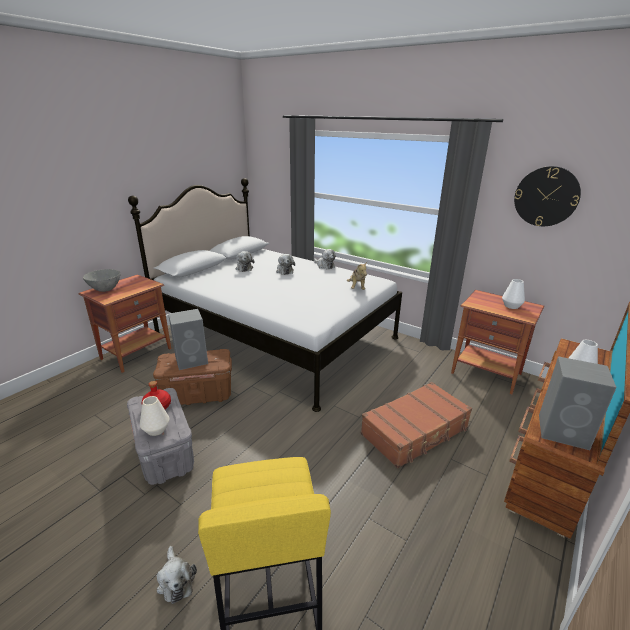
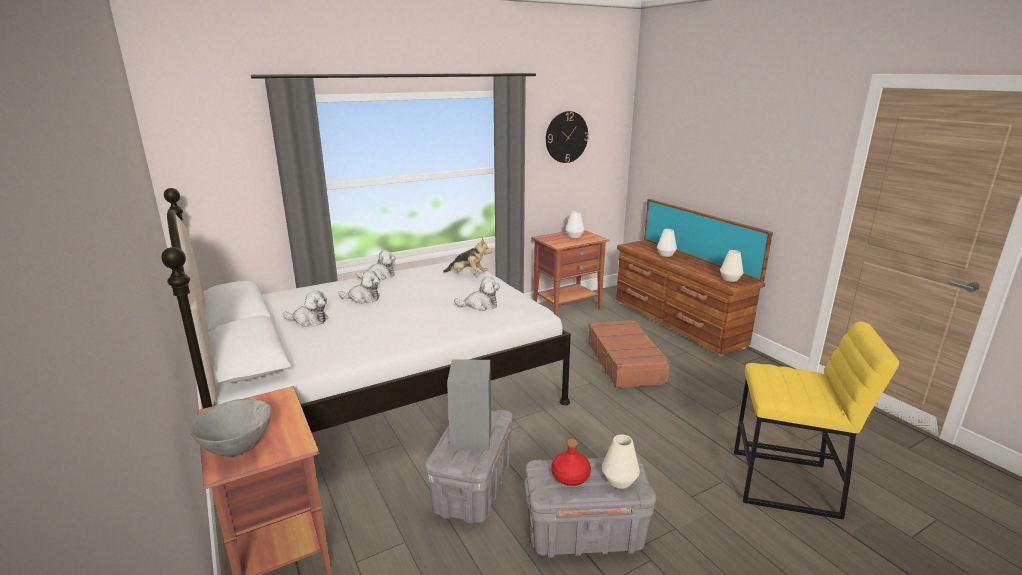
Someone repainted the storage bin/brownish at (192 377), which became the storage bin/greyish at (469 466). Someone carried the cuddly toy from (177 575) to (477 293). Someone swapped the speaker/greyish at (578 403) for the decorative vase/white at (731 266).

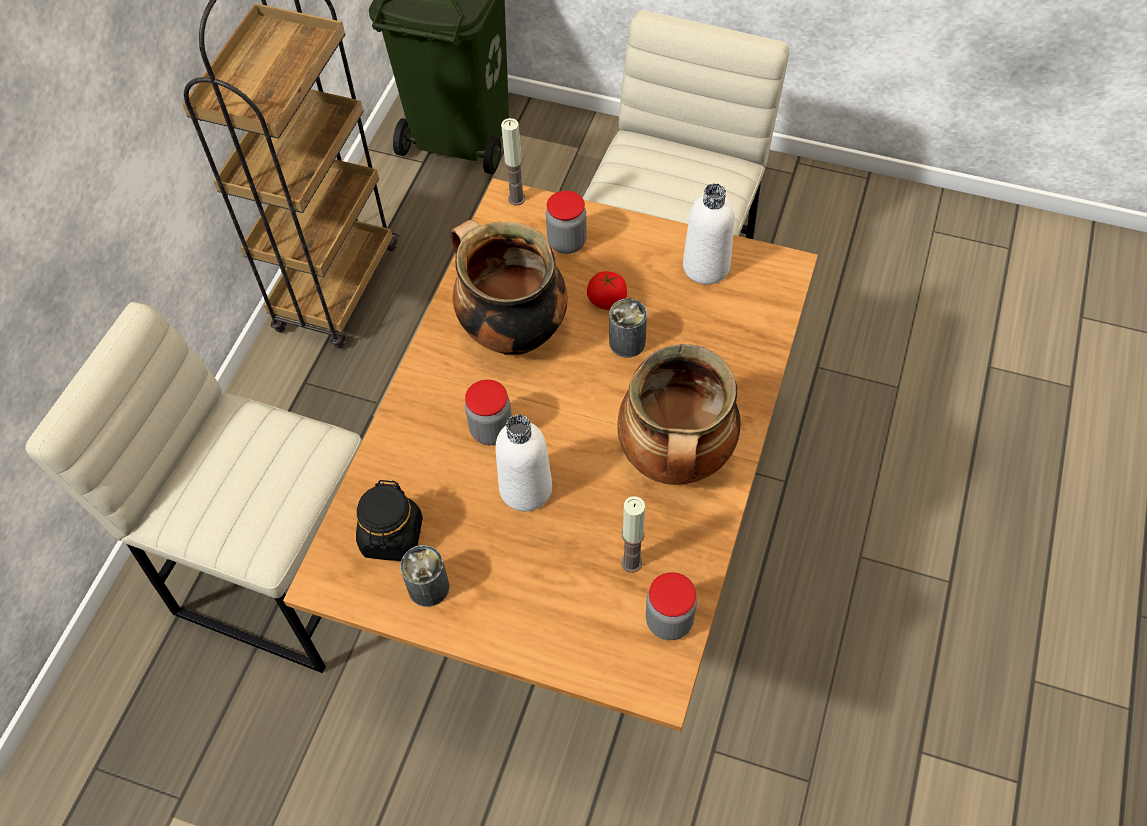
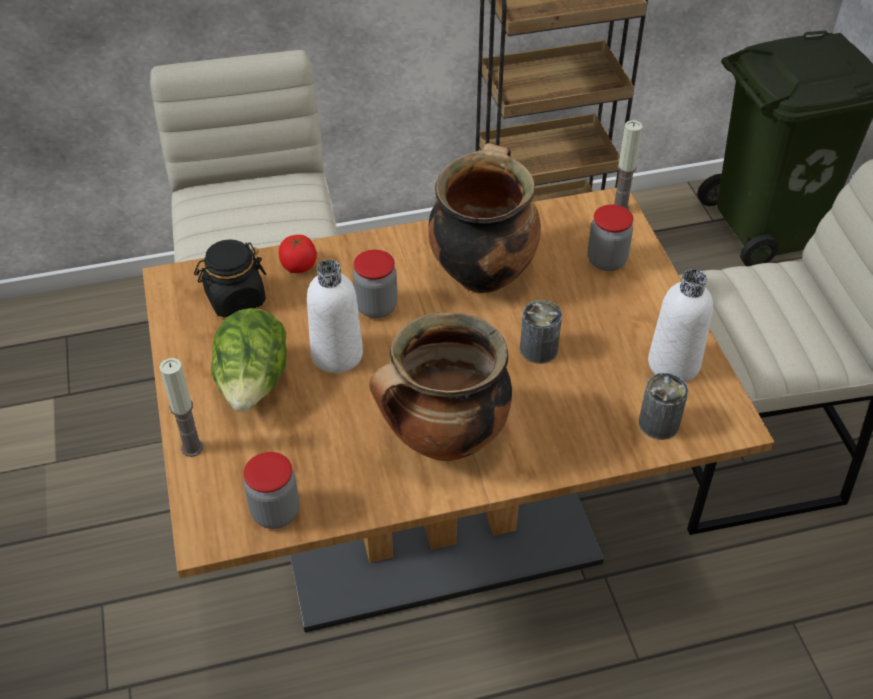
Someone carried the can from (424 576) to (663 406). Someone carried the whole tomato from (607 290) to (298 254). Someone carried the candle from (633 534) to (181 407). Someone put down the lettuce head at (249 360).

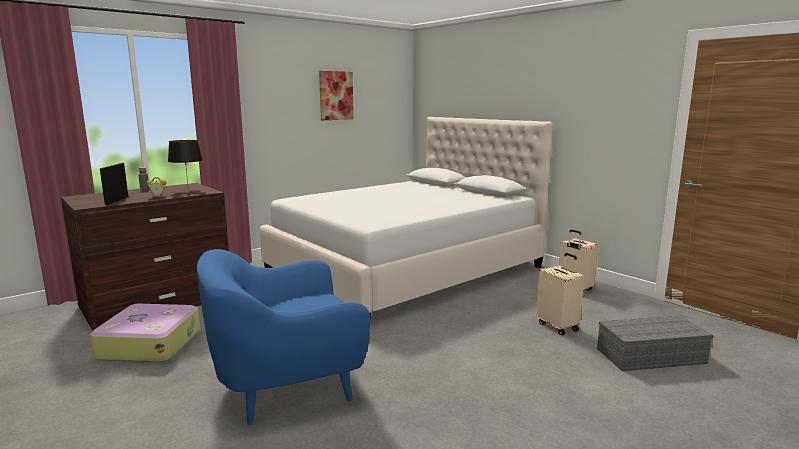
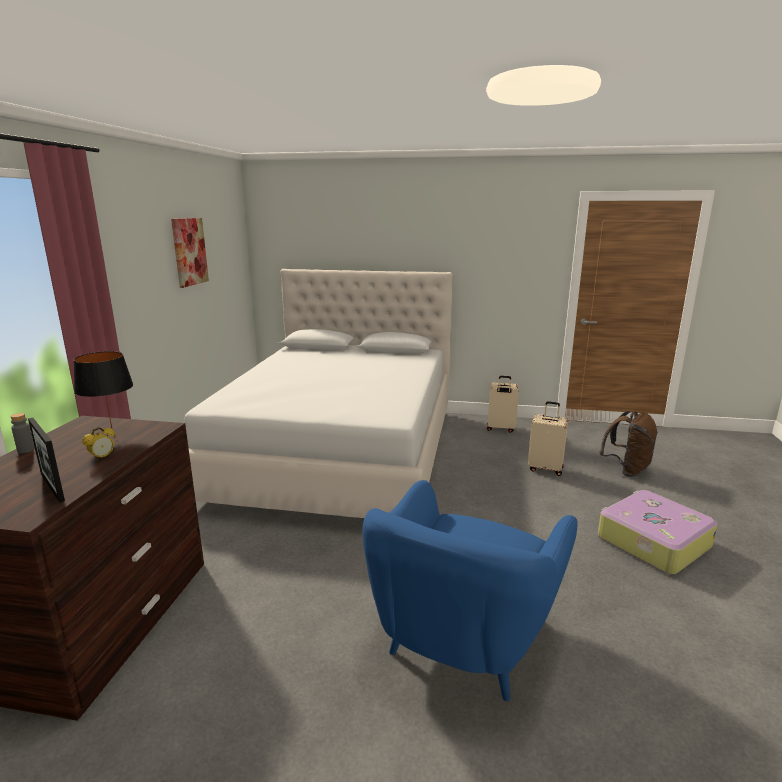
Someone carried the travel case from (145 333) to (658 532). Someone swapped the storage bin/greyish at (655 343) for the rucksack/brownish at (629 444).

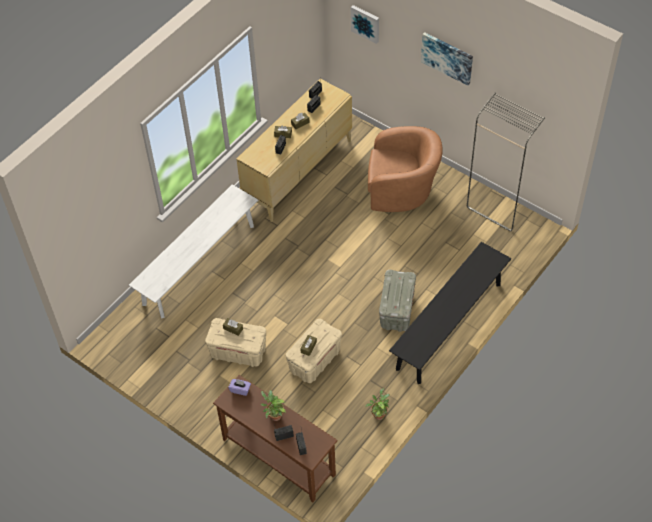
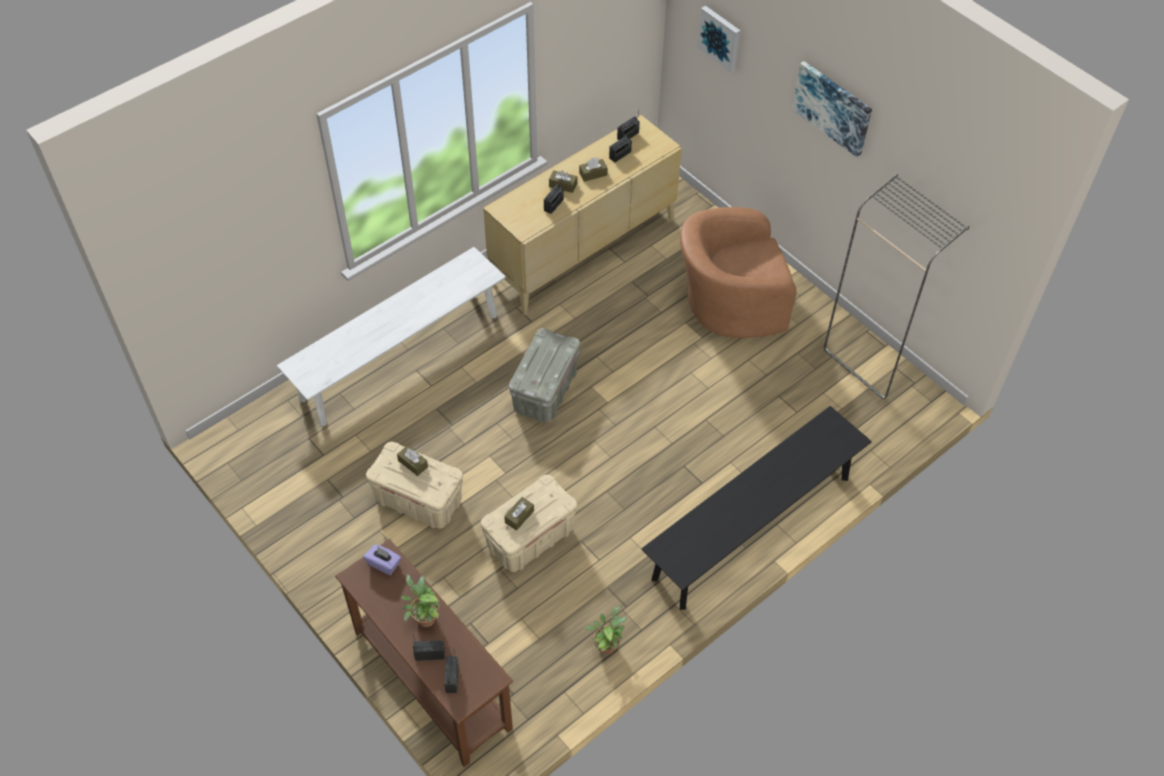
Someone rotated the lounge chair/brownish at (405 169) by 150 degrees clockwise. Someone carried the storage bin/greyish from (397 301) to (544 375).

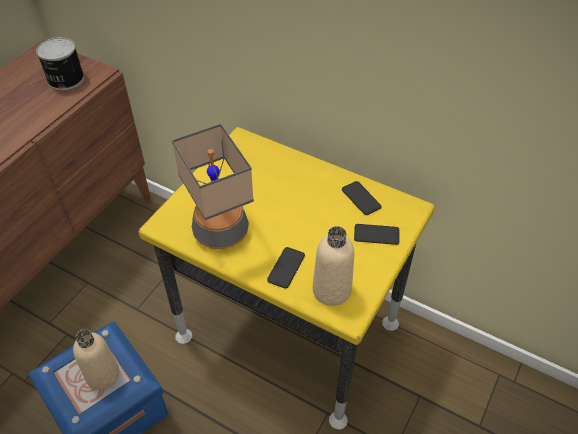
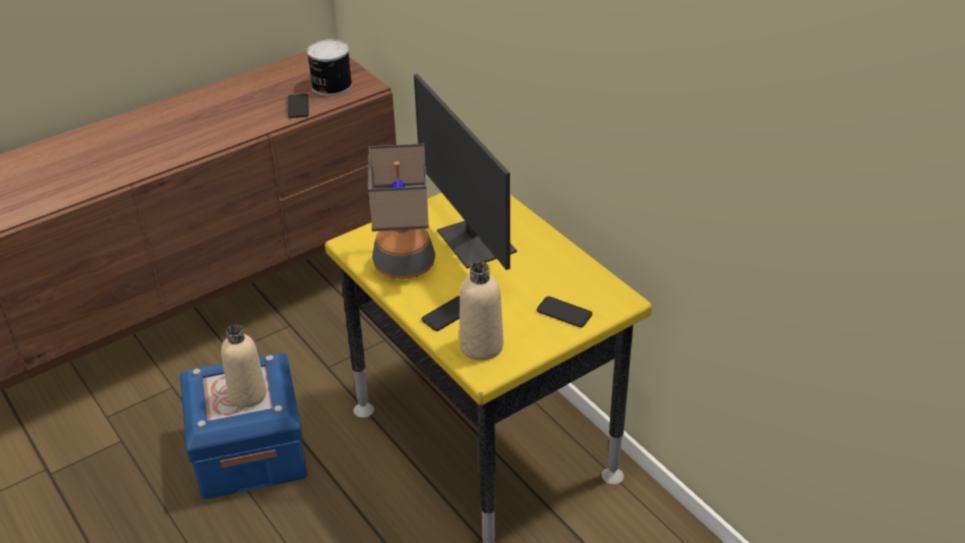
Someone carried the phone from (362 198) to (298 106). Someone put down the computer screen at (465 172).

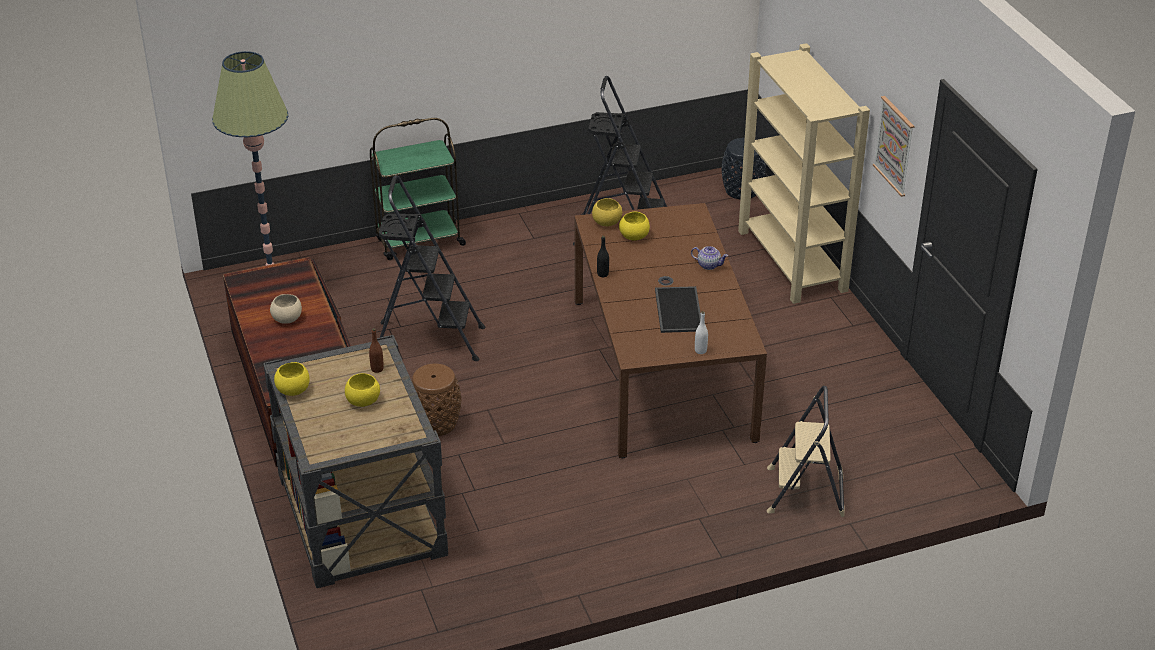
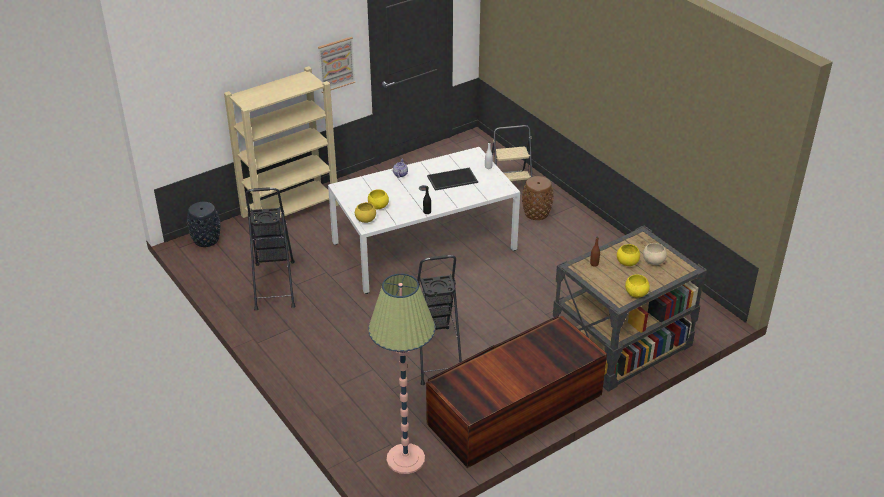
Someone carried the bowl/beige from (286 309) to (655 254). Someone took away the cart/greenish at (418 189). Someone carried the stool/brownish from (436 400) to (538 198). Someone repainted the kitchen table/brownish at (670 331), which became the kitchen table/white at (424 220).

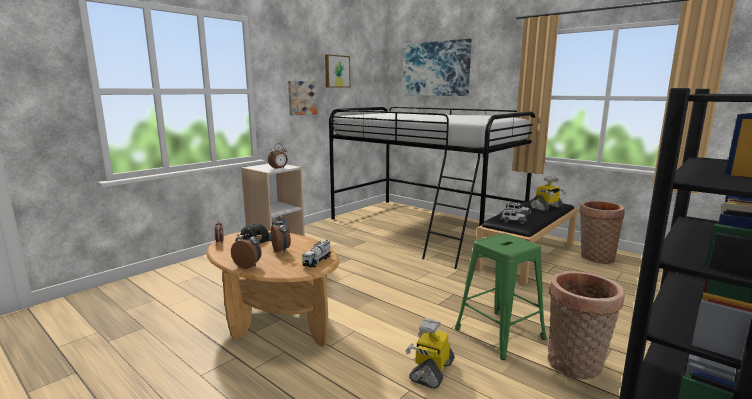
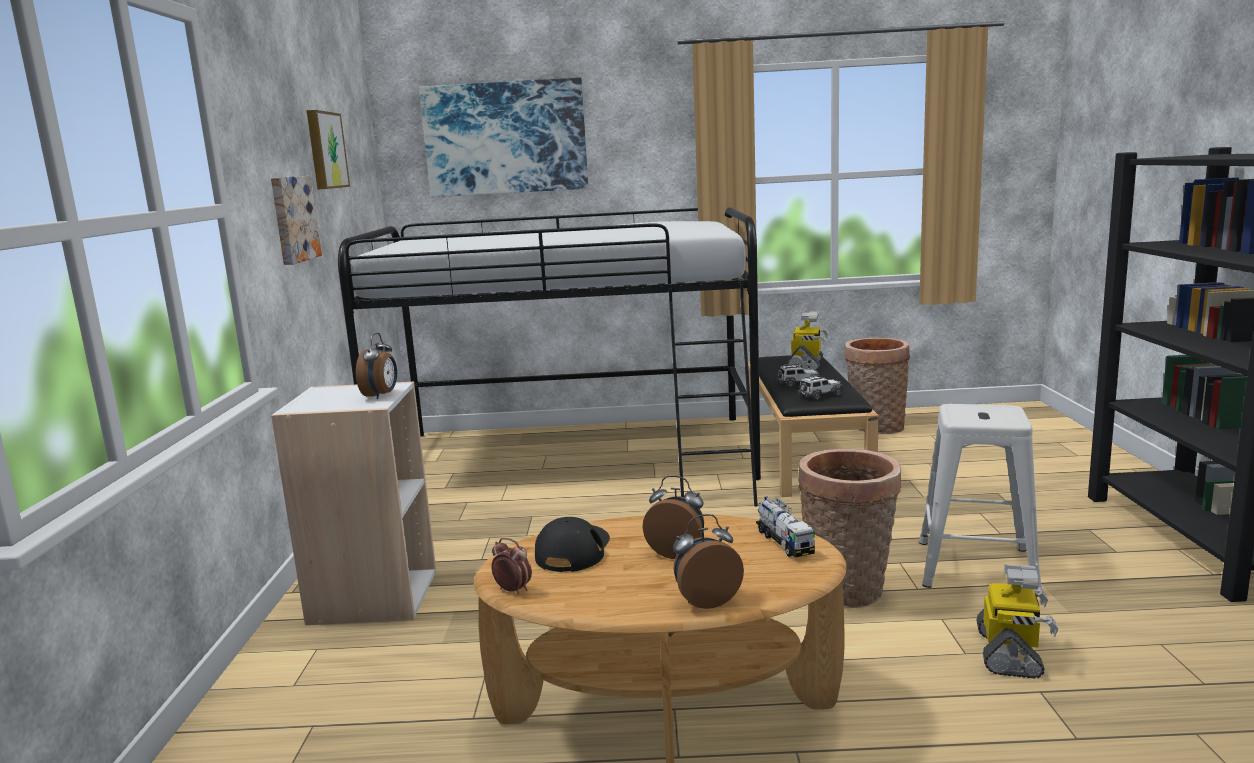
Someone rotated the robot figure at (430 353) by 150 degrees counterclockwise. Someone repainted the stool/greenish at (501 296), which became the stool/white at (980 500). Someone carried the storage basket from (586 325) to (849 529).

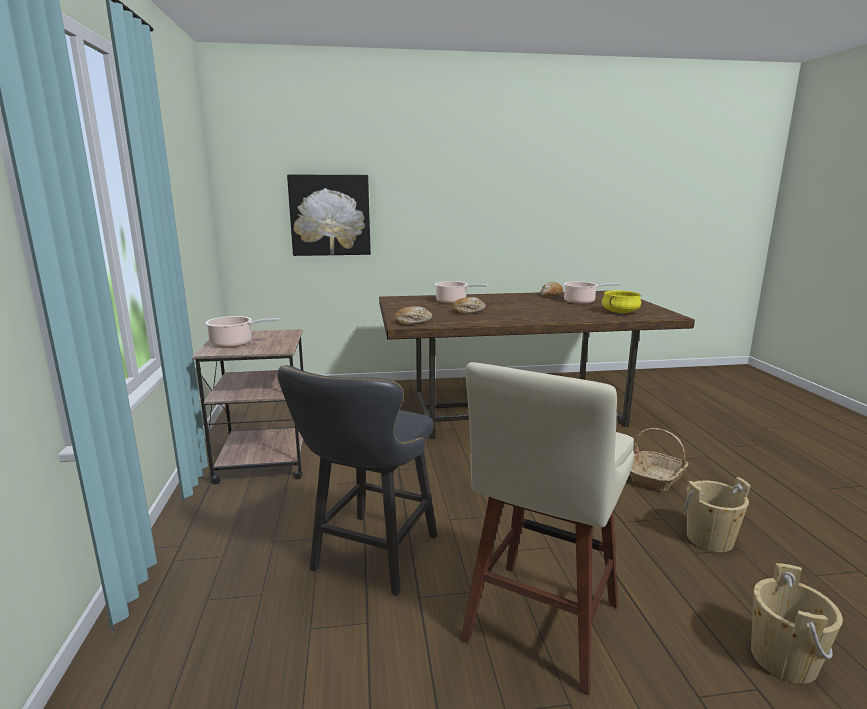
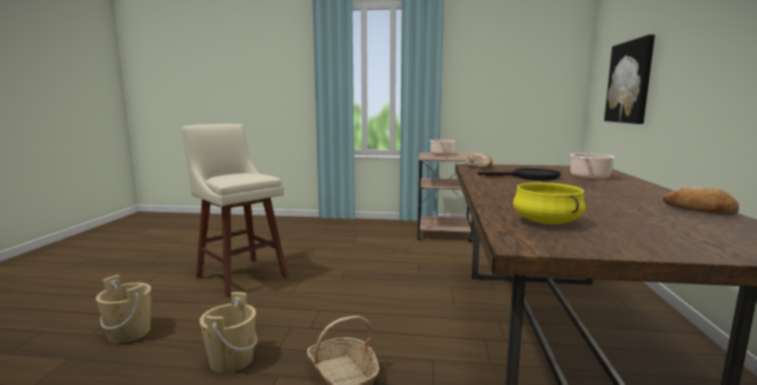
Someone took away the stool/greyish at (357 480). Someone swapped the bread at (469 306) for the frying pan/blackish at (519 174). Someone took away the saucepot at (592 293).

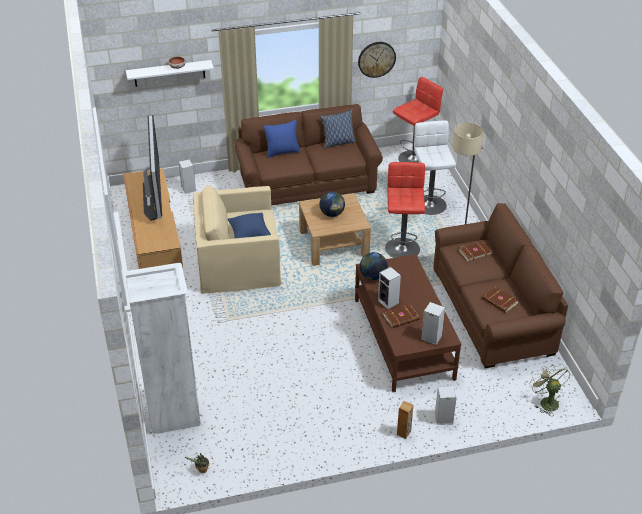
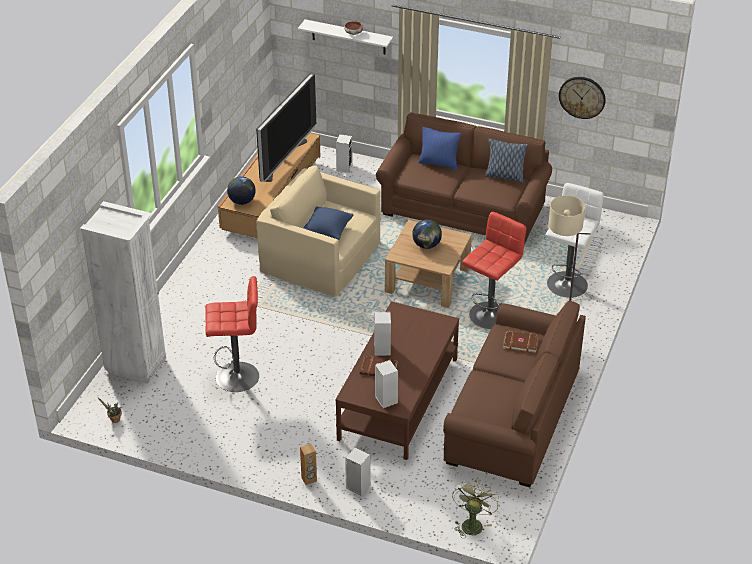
Someone carried the world globe from (374 266) to (241 190). Someone carried the stool/red-coloured from (418 120) to (232 334). Someone took away the volume/brownish at (500 299).

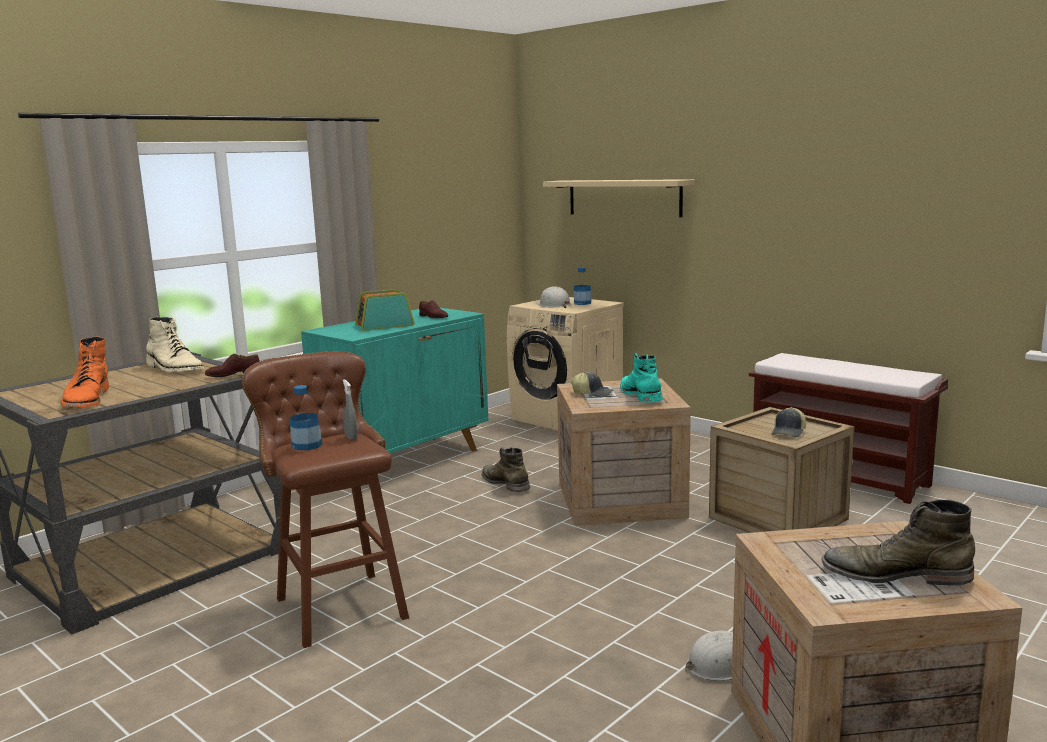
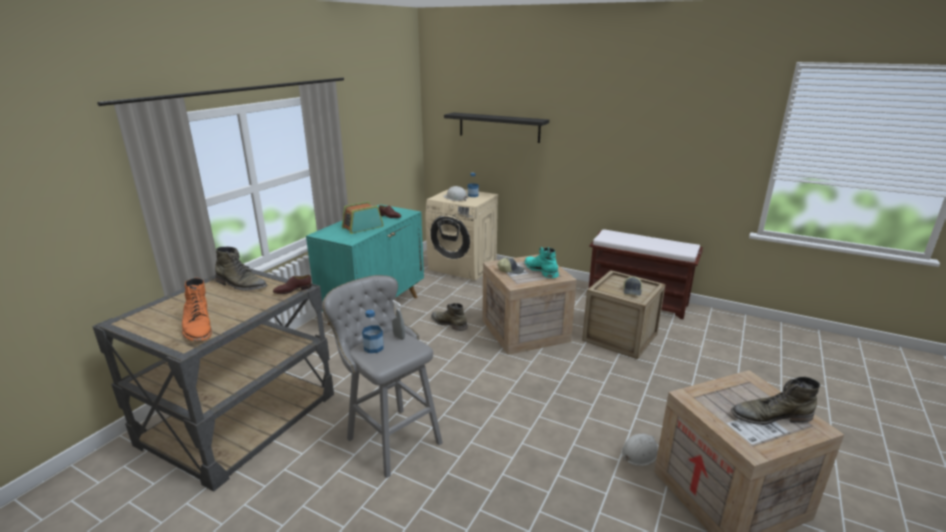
Someone repainted the boot/beige at (175 344), which became the boot/greenish at (241 268). Someone repainted the stool/brownish at (325 499), which became the stool/greyish at (382 376). Someone repainted the wall shelf/beige at (619 198), which became the wall shelf/blackish at (496 127).

